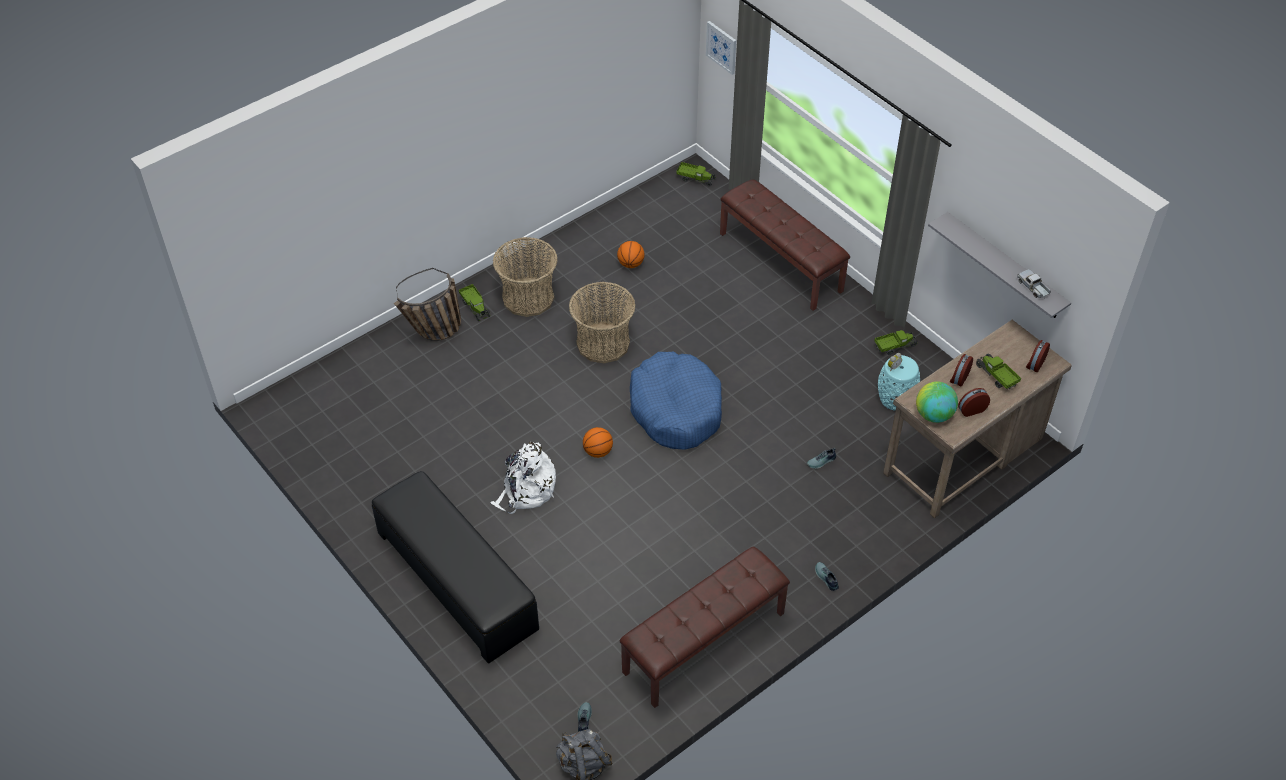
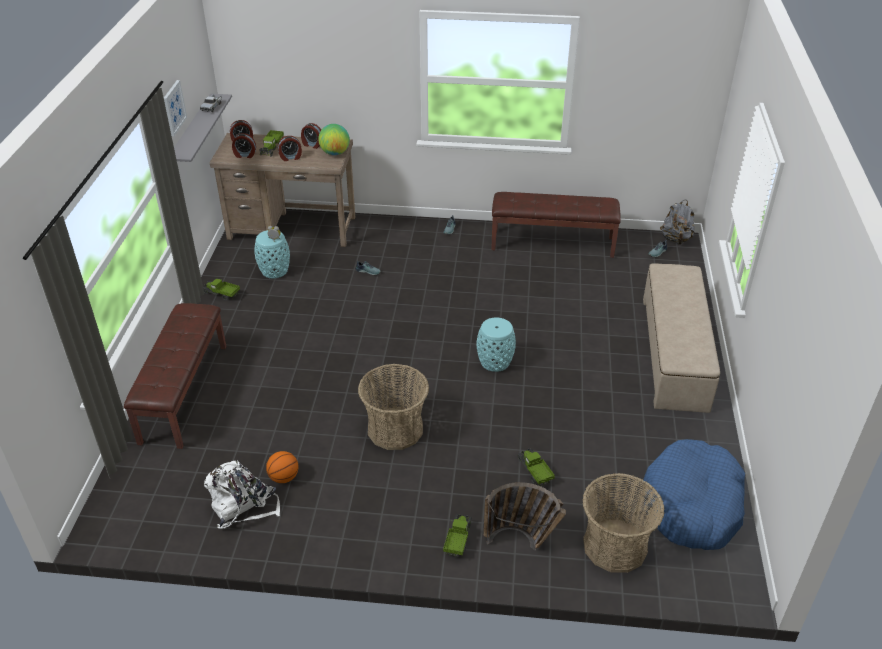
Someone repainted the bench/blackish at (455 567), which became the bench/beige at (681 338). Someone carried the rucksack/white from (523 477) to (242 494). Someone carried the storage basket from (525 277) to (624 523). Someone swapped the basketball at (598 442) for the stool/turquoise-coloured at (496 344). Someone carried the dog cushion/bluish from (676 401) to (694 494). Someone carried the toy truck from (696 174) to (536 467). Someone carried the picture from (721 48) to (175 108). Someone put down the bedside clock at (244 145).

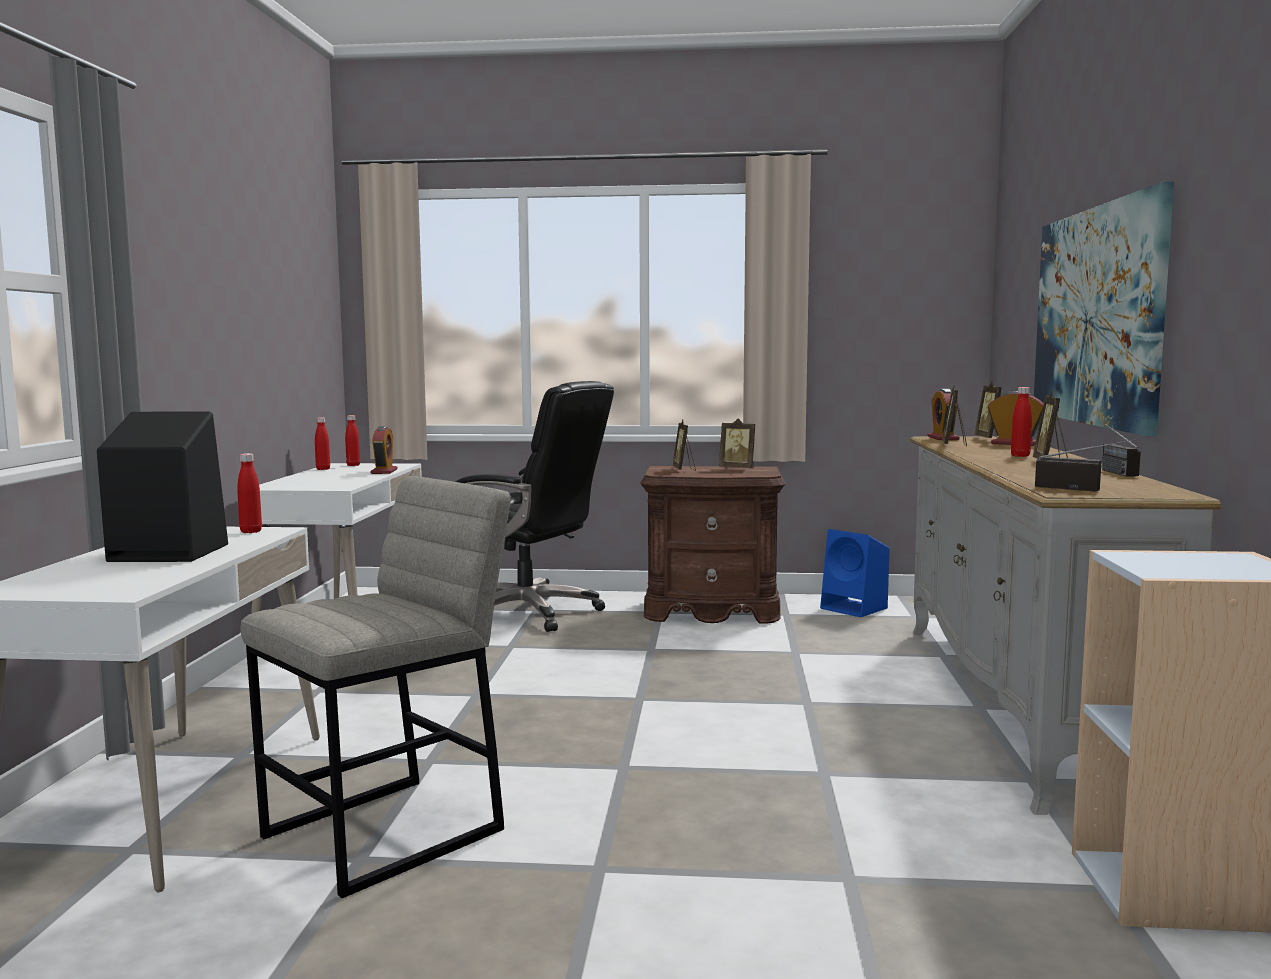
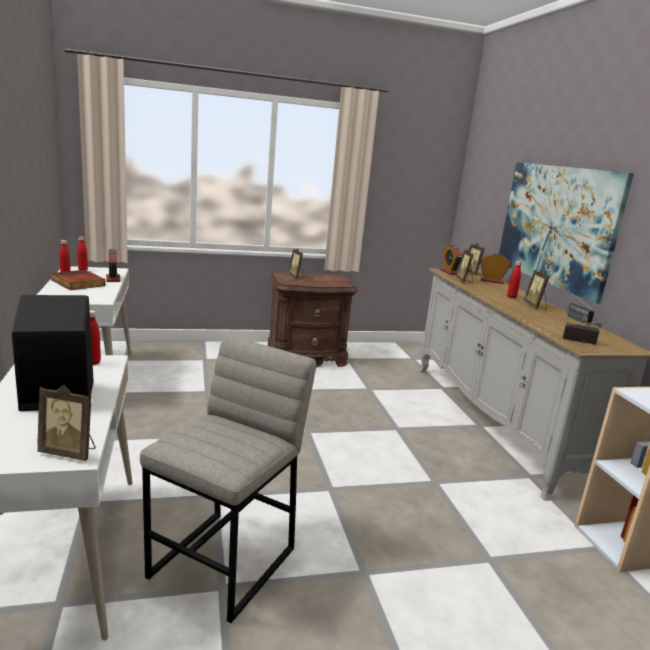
Someone took away the desk chair/blackish at (534 506). Someone carried the standing frame from (737 443) to (66 423). Someone took away the speaker/bluish at (855 573). Someone put down the volume at (78 280).

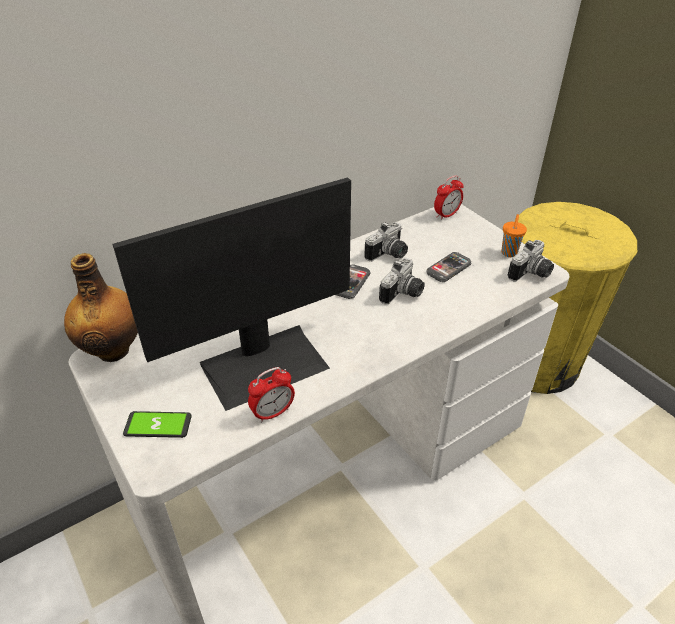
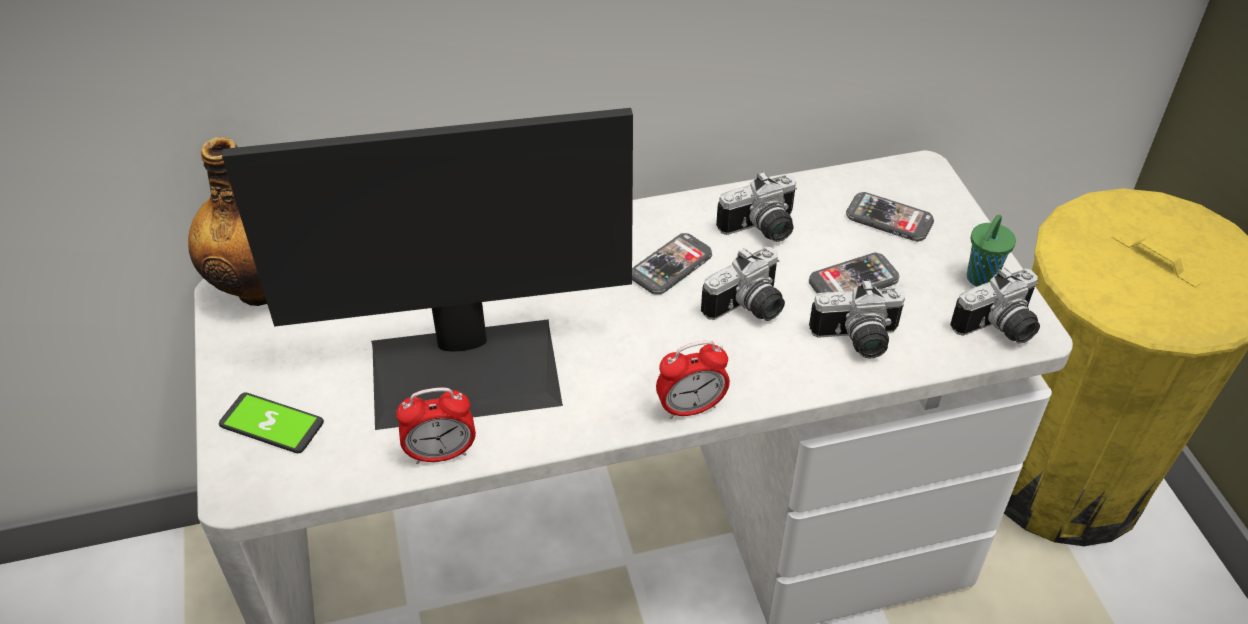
Someone carried the bedside clock from (449 197) to (693 380). Someone repainted the drinking cup/orange at (514 235), which became the drinking cup/greenish at (991 250). Someone put down the still camera at (857 318). Someone put down the phone at (890 217).

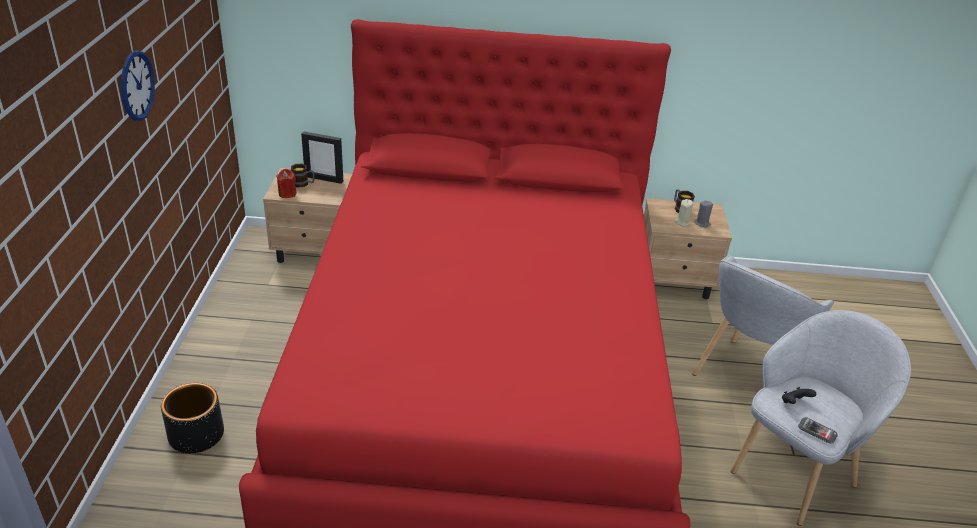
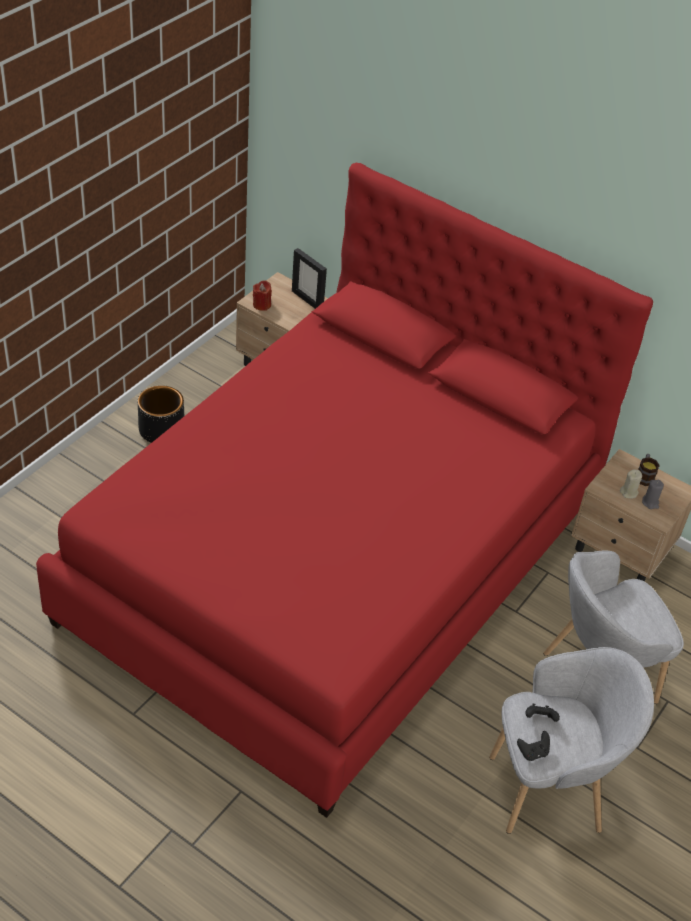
Someone took away the hanging clock at (138 85). Someone carried the plant pot/blackish from (192 418) to (161 414). Someone took away the coffee mug at (302 175). Someone swapped the phone at (818 430) for the game controller/blackish at (533 746).

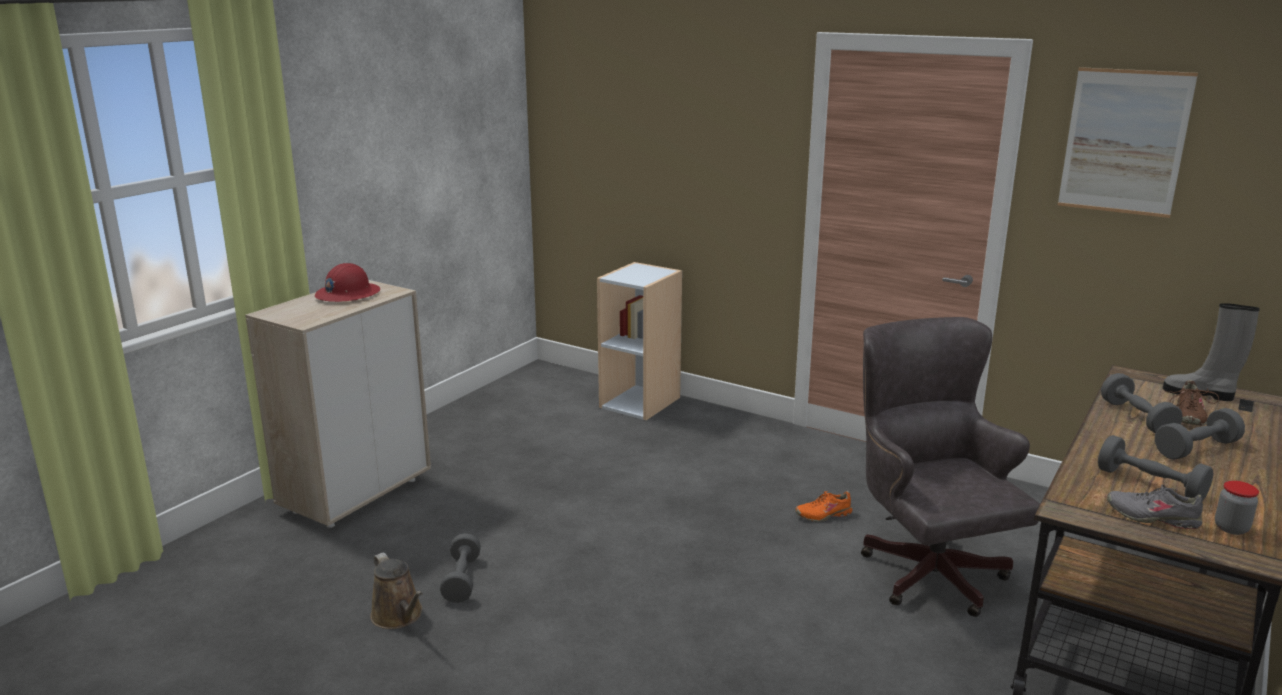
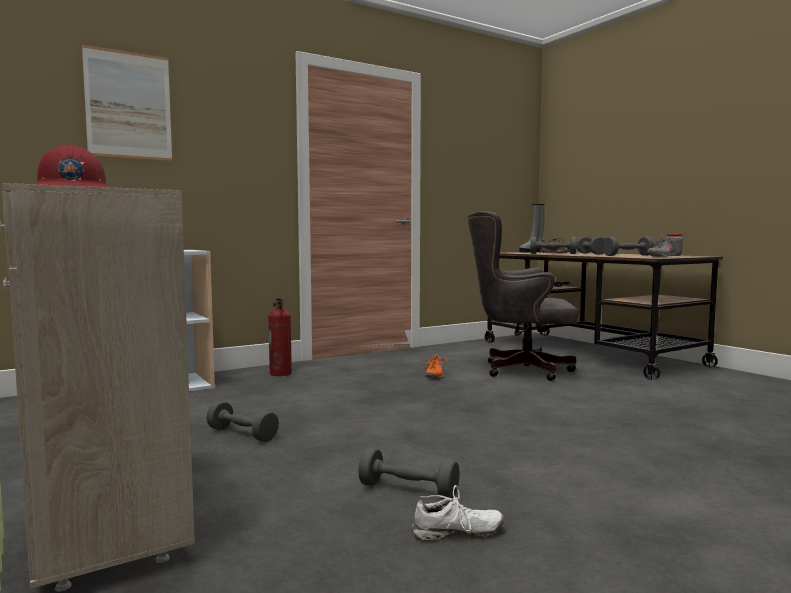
Someone swapped the watering can/brownish at (396 591) for the shoe/white at (458 513). Someone carried the picture from (1128 142) to (127 103). Someone put down the dumbbell/greyish at (242 421). Someone put down the fire-fighting cylinder at (280 337).

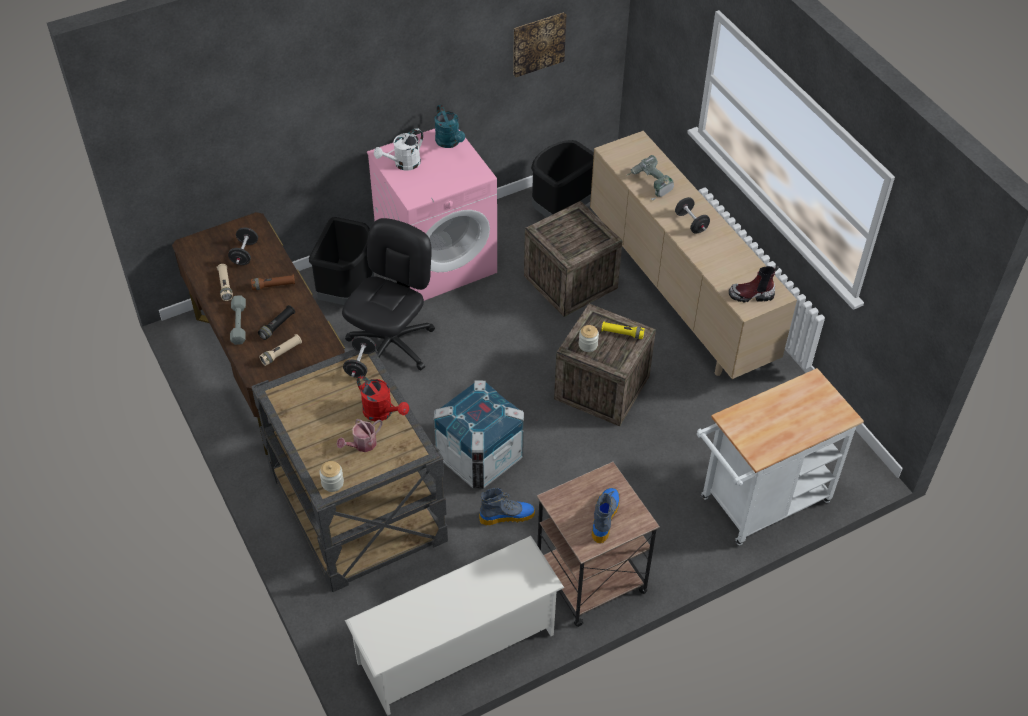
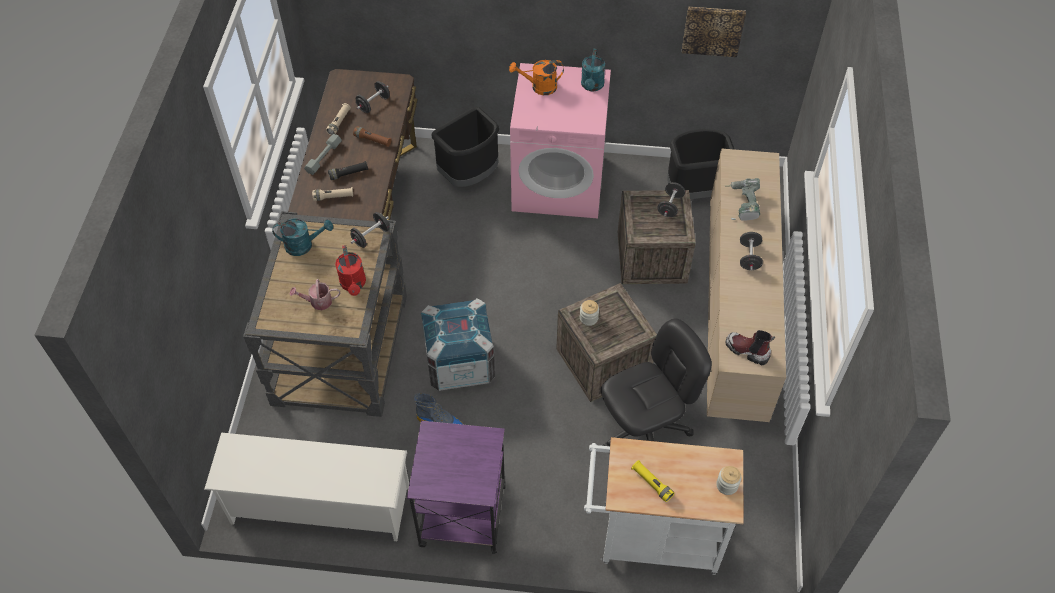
Someone carried the preserve jar from (331 476) to (729 480). Someone carried the desk chair/blackish from (388 294) to (656 382). Someone repainted the watering can/white at (398 149), which became the watering can/orange at (536 77). Someone repainted the cart/brownish at (598 544), which became the cart/purple-coloured at (456 487). Someone took away the boot at (606 515). Someone carried the hand torch/yellow from (623 330) to (652 481). Someone put down the watering can/turquoise-coloured at (302 237). Someone put down the dumbbell/blackish at (671 199).

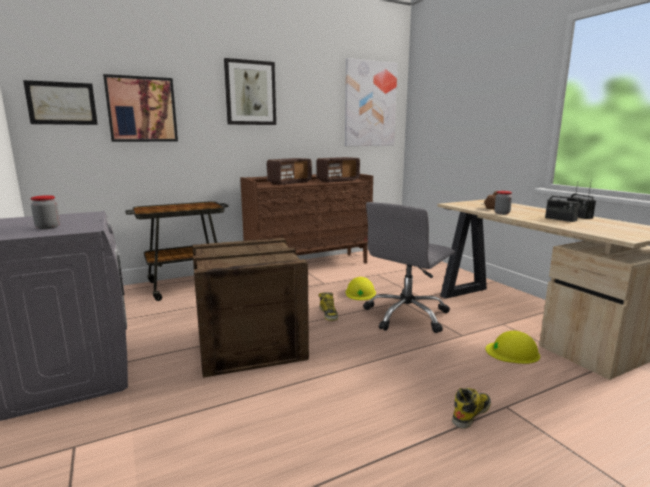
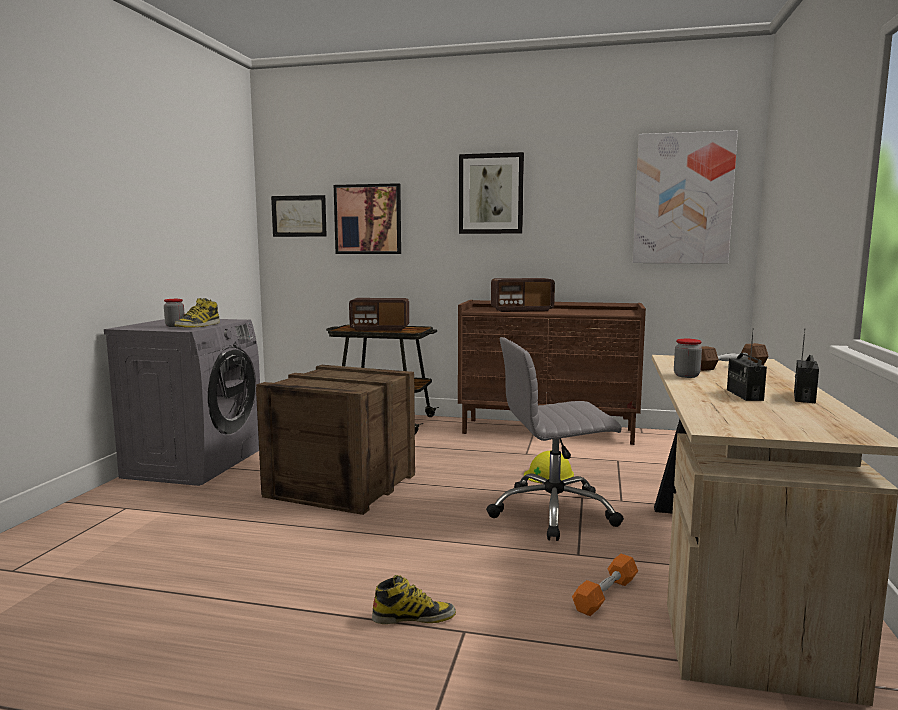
Someone carried the radio receiver from (338 169) to (379 314). Someone carried the boot from (328 306) to (197 313). Someone swapped the work helmet/yellow at (513 347) for the dumbbell/orange at (605 585).

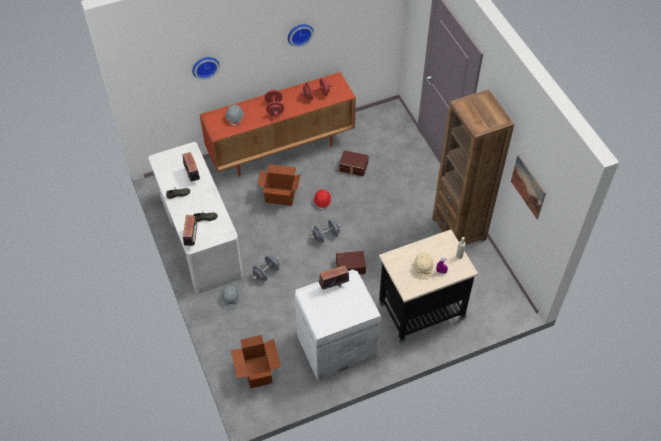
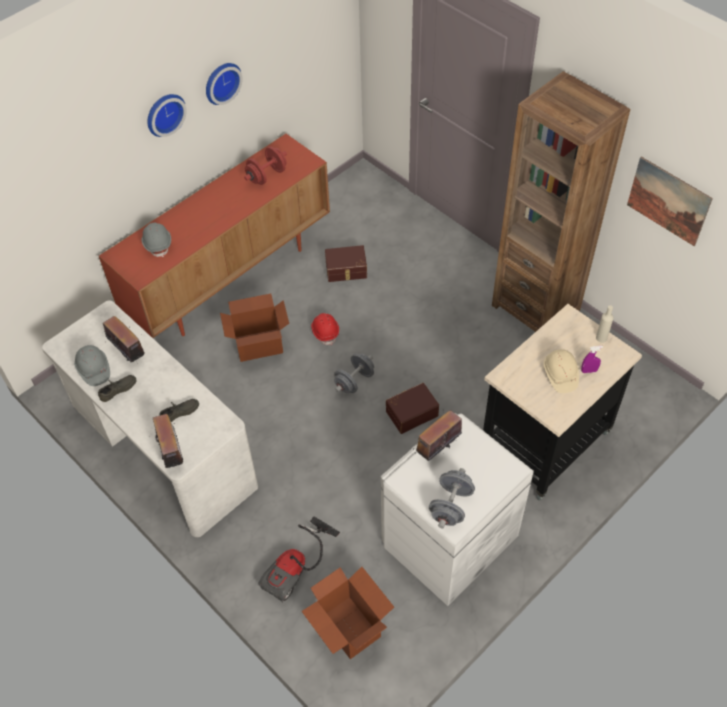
Someone carried the hanging clock from (206 68) to (167 115). Someone carried the work helmet/greyish from (230 297) to (92 365). Someone carried the dumbbell/greyish from (266 268) to (452 498). Someone took away the dumbbell/red-coloured at (274 103). Someone put down the vacuum cleaner at (299 559).

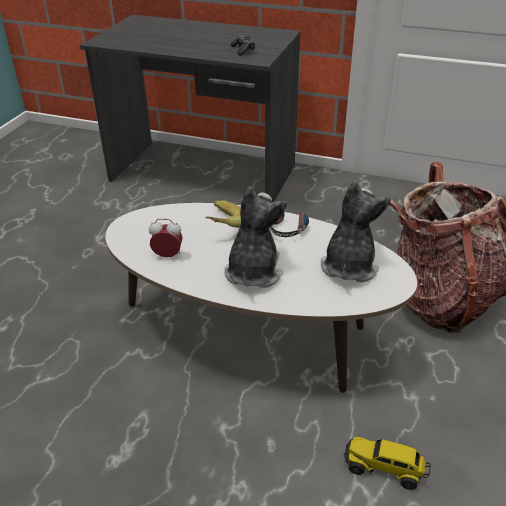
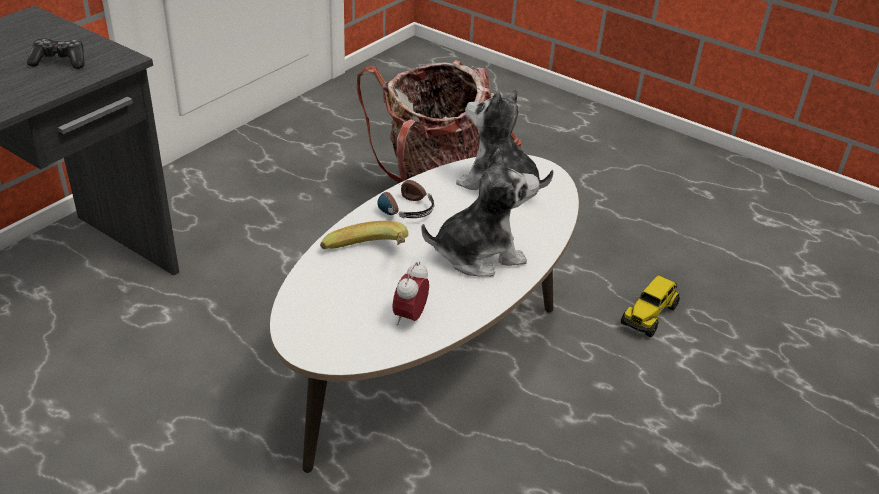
Someone rotated the cuddly toy at (255 237) by 135 degrees clockwise.

